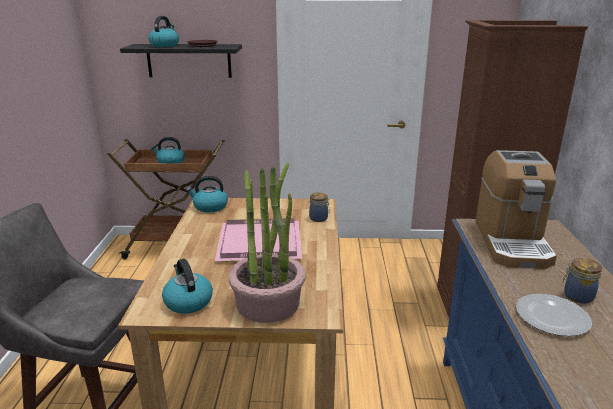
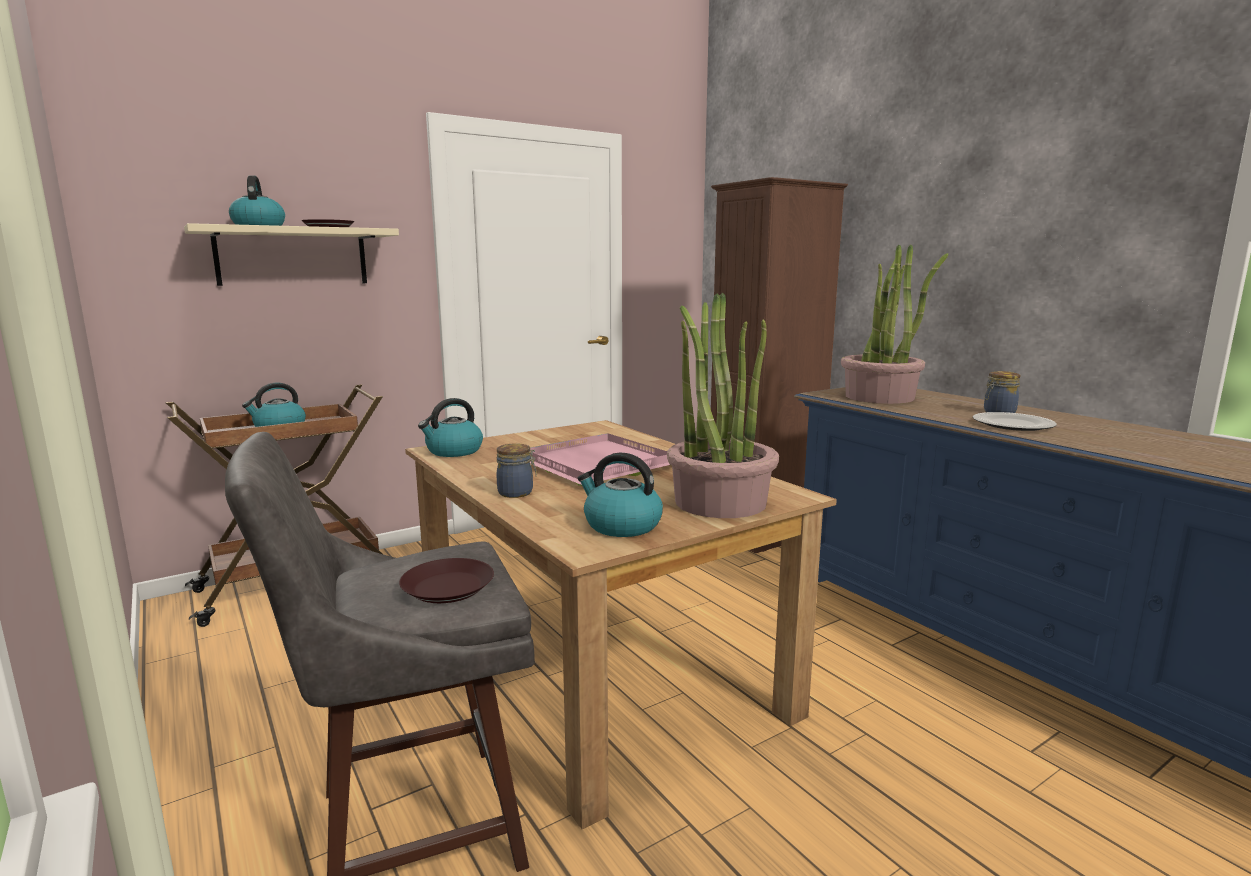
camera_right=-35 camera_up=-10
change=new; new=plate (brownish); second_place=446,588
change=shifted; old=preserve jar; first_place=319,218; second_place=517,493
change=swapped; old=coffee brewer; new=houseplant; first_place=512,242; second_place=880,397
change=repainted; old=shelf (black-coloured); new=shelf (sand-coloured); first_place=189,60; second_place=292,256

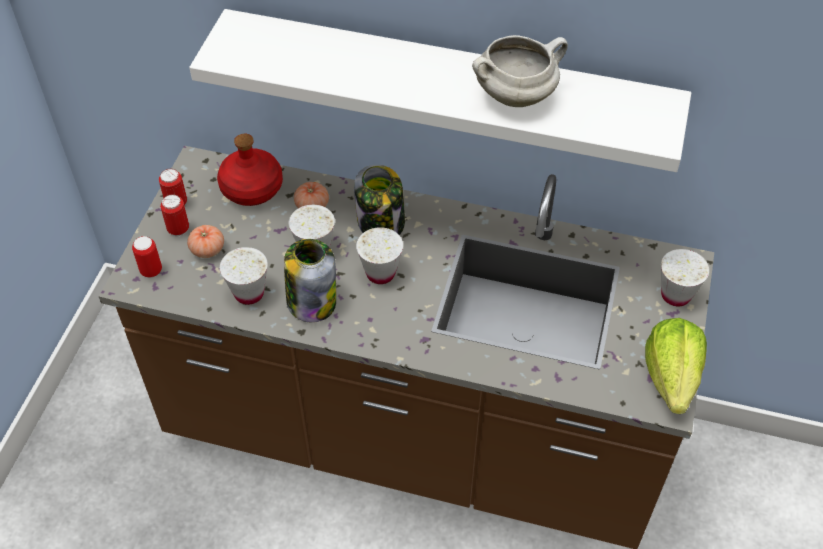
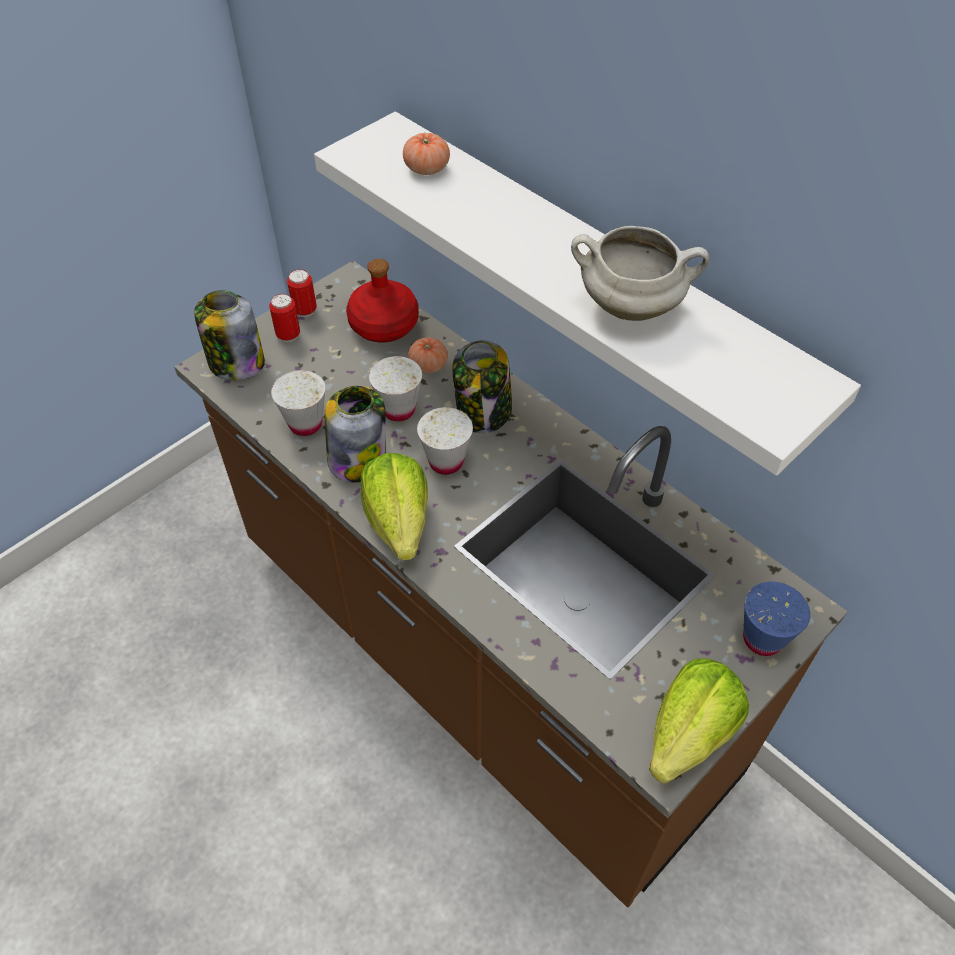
camera_right=30 camera_up=0
change=new; new=lettuce head; second_place=399,522
change=shifted; old=fresh tomato; first_place=207,249; second_place=427,168
change=swapped; old=sealed can; new=preserve jar; first_place=151,270; second_place=236,363
change=repainted; old=cup (white); new=cup (bluish); first_place=675,295; second_place=762,639

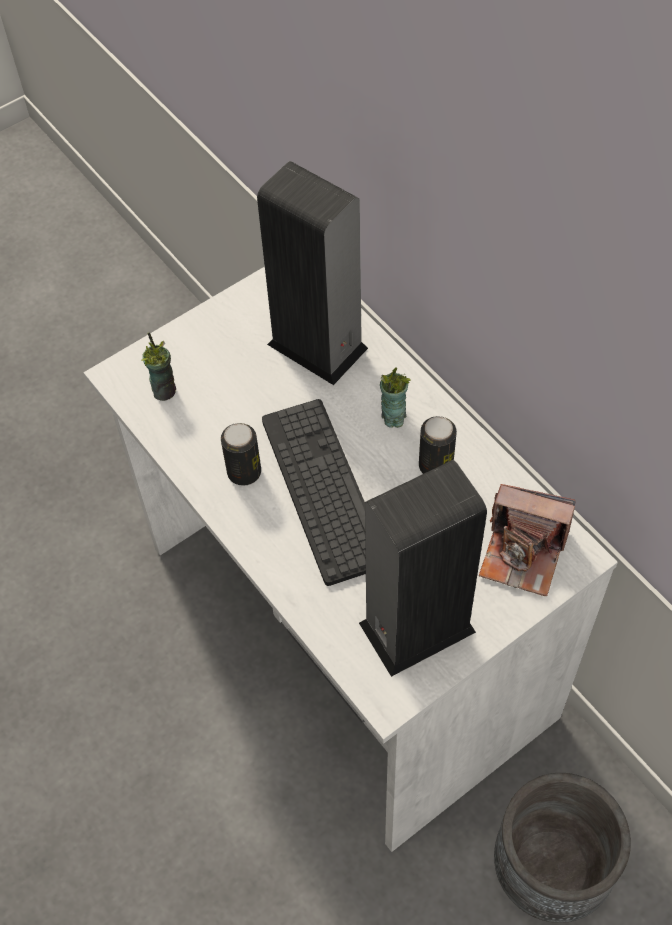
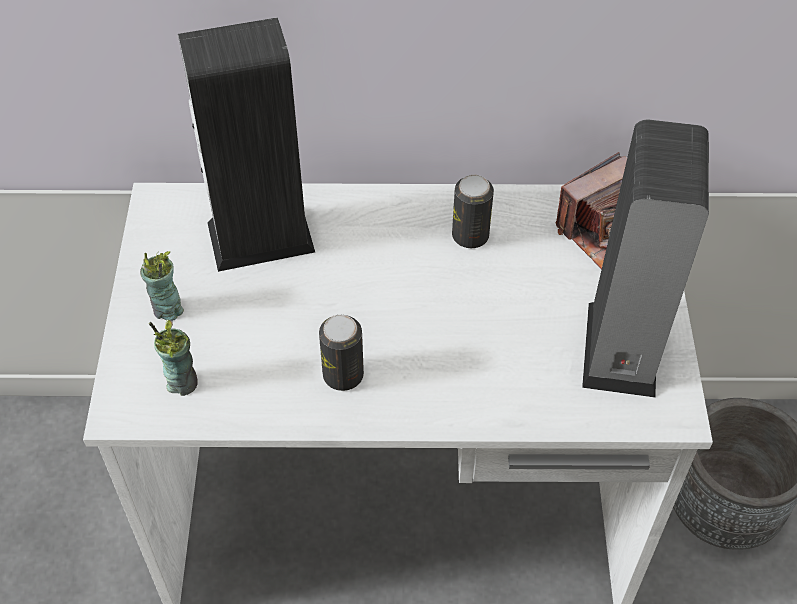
camera_right=-55 camera_up=-5
change=gone; old=PC keyboard; first_place=323,490
change=shifted; old=cup; first_place=393,417; second_place=167,310

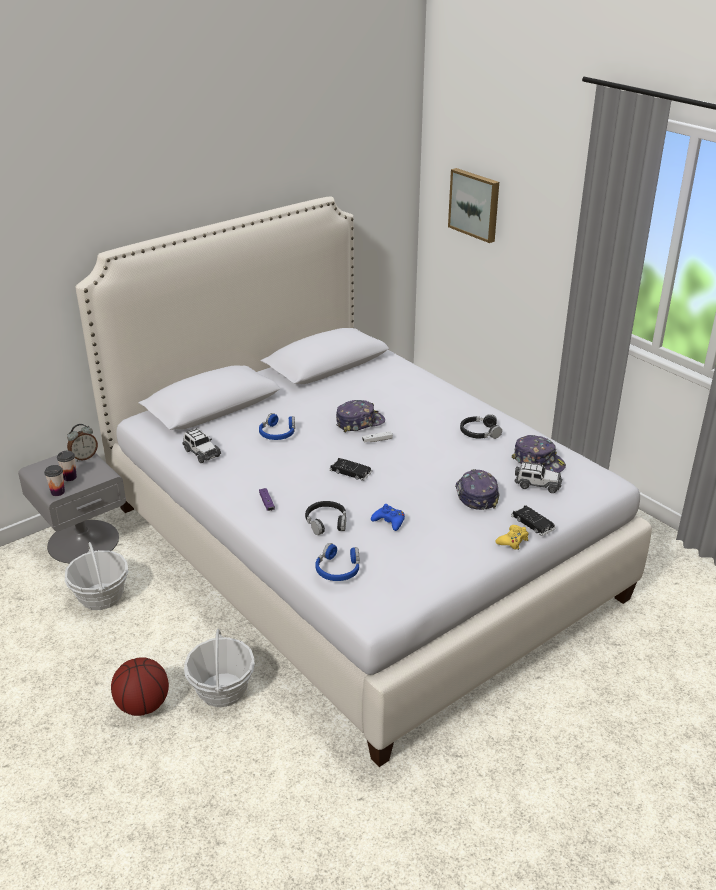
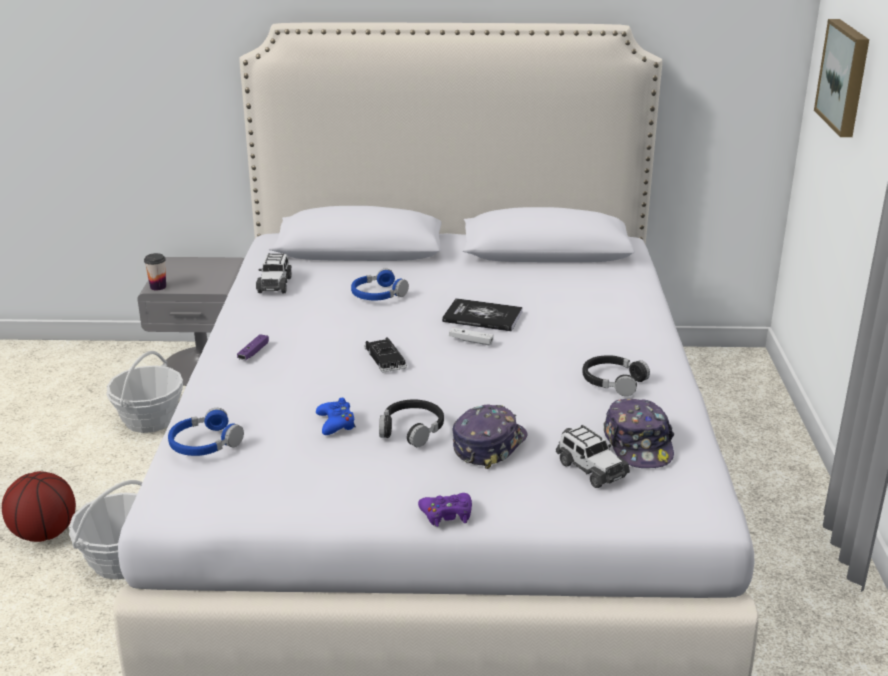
camera_right=40 camera_up=-5
change=gone; old=cup; first_place=70,477
change=gone; old=table clock; first_place=84,457
change=gone; old=toy car (black-coloured); first_place=532,523
change=shifted; old=headset (black-coloured); first_place=326,522; second_place=411,429
change=swapped; old=peaked cap; new=volume; first_place=359,422; second_place=482,317
change=repainted; old=gamepad (yellow-coloured); new=gamepad (purple); first_place=512,541; second_place=447,514

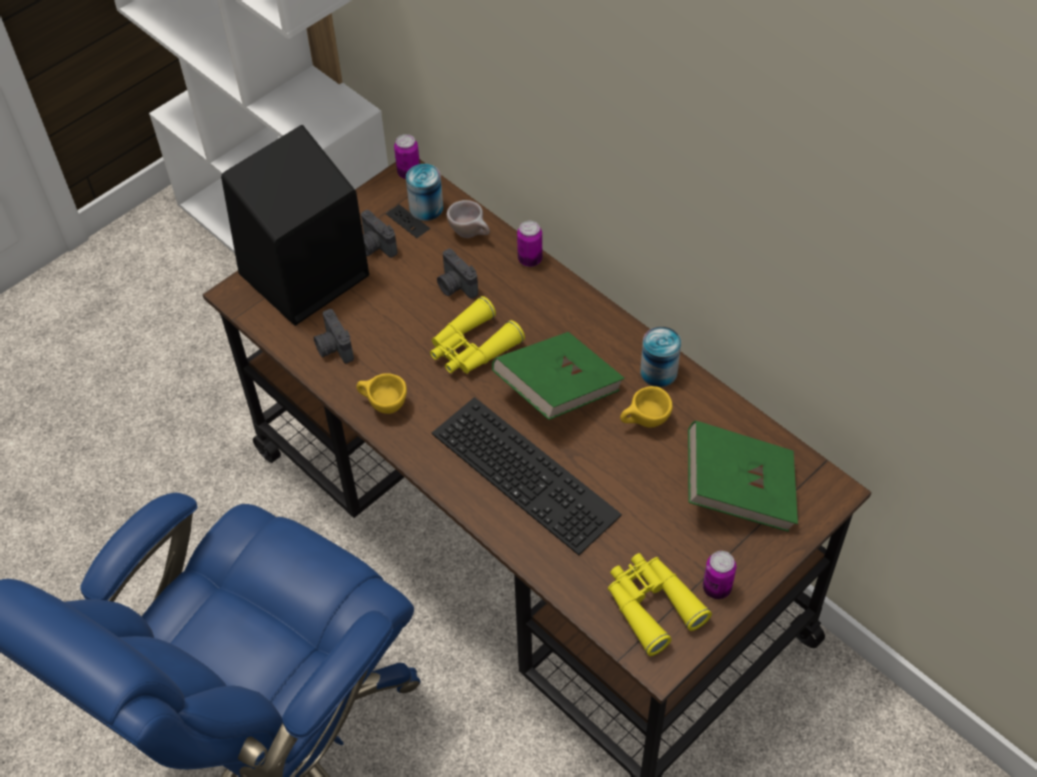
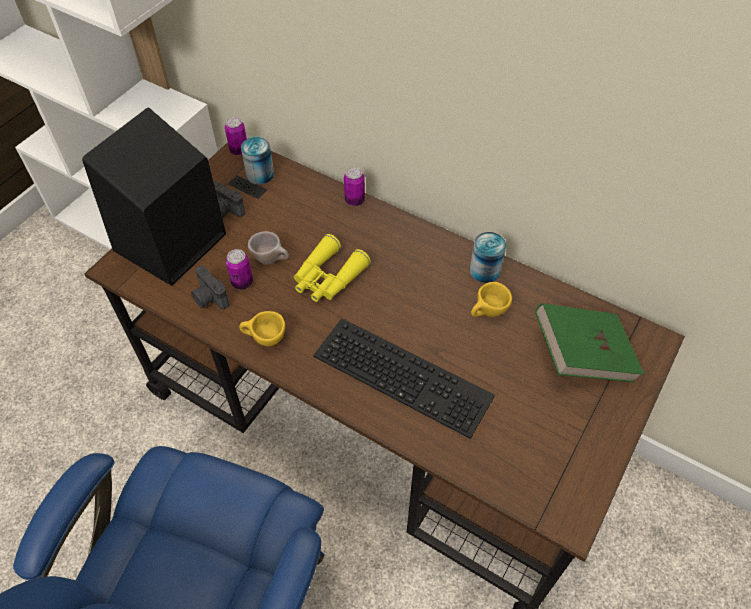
camera_right=-15 camera_up=0
change=gone; old=still camera; first_place=455,286
change=gone; old=volume (green-coloured); first_place=557,390
change=gone; old=field glasses (yellow-coloured); first_place=651,605
change=shifted; old=cup (sand-coloured); first_place=471,234; second_place=272,260
change=shifted; old=sealed can; first_place=716,588; second_place=242,282

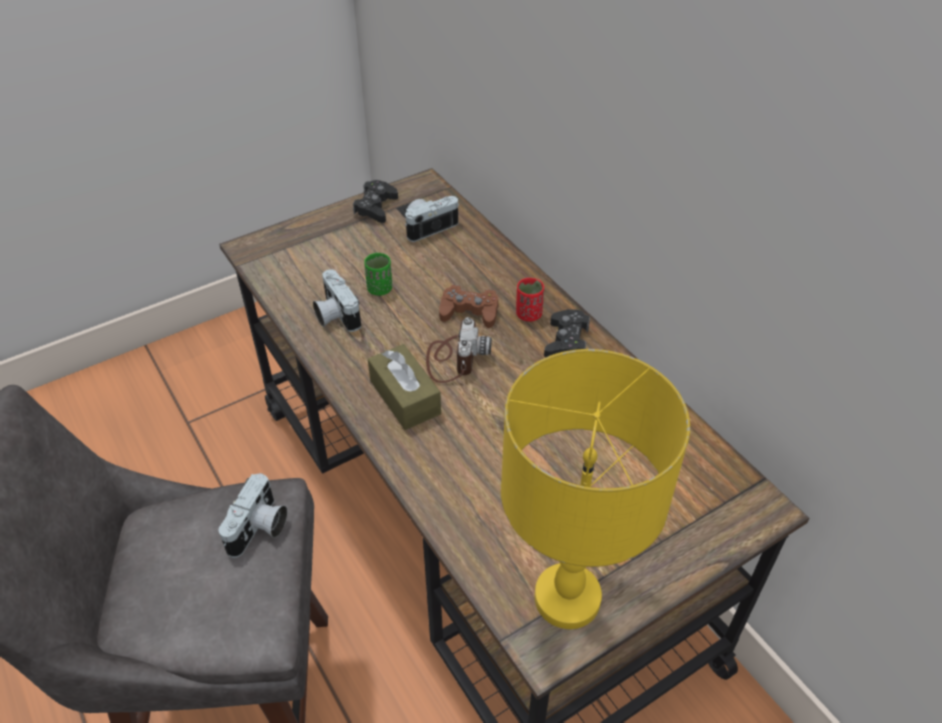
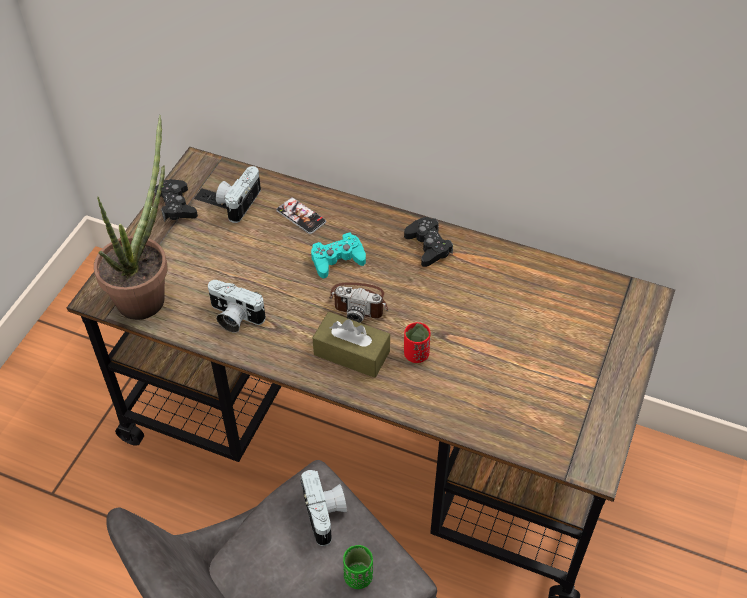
camera_right=-35 camera_up=5
change=gone; old=lamp for a table (yellow-coloured); first_place=567,599
change=new; new=houseplant; second_place=147,293
change=new; new=telephone; second_place=301,216
change=shifted; old=cup (green-coloured); first_place=380,289; second_place=358,576
change=shifted; old=cup (reddish); first_place=528,314; second_place=416,354
change=repainted; old=gamepad (brownish); new=gamepad (blue-green); first_place=469,312; second_place=337,259
change=rotated; old=still camera; first_place=454,358; second_place=360,303; degrees=135

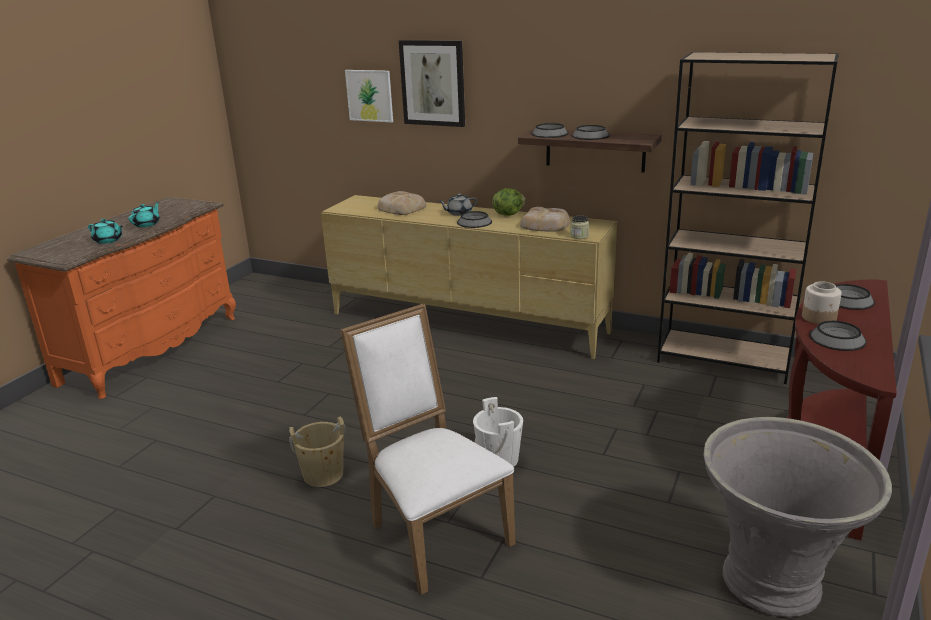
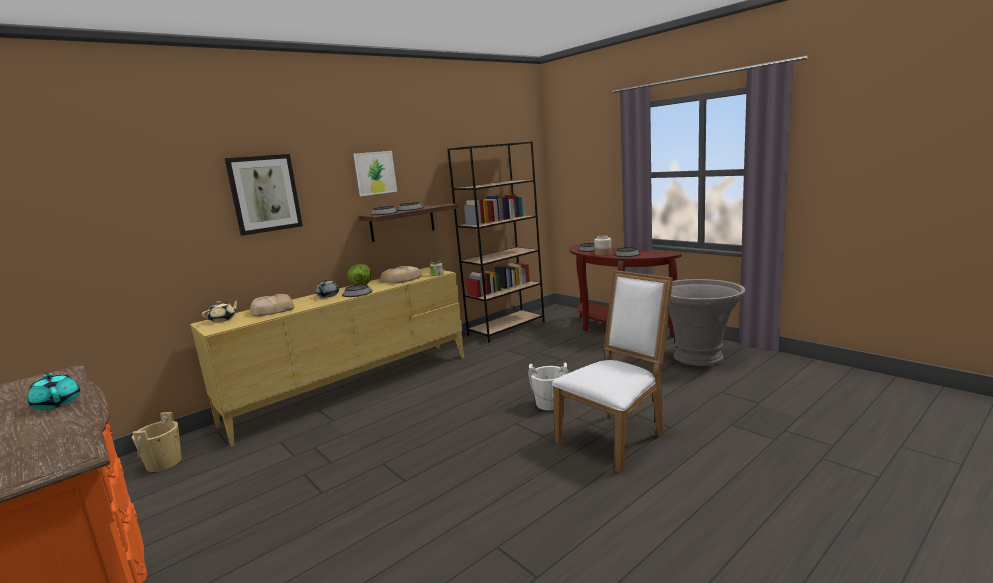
camera_right=-65 camera_up=-10
change=gone; old=pot for tea (blue-green); first_place=108,240
change=new; new=pot for tea (sand-coloured); second_place=223,319
change=shifted; old=water bucket (sand-coloured); first_place=323,475; second_place=164,463
change=shifted; old=picture; first_place=369,95; second_place=375,173
change=rotated; old=upright chair (white); first_place=433,532; second_place=616,437; degrees=150

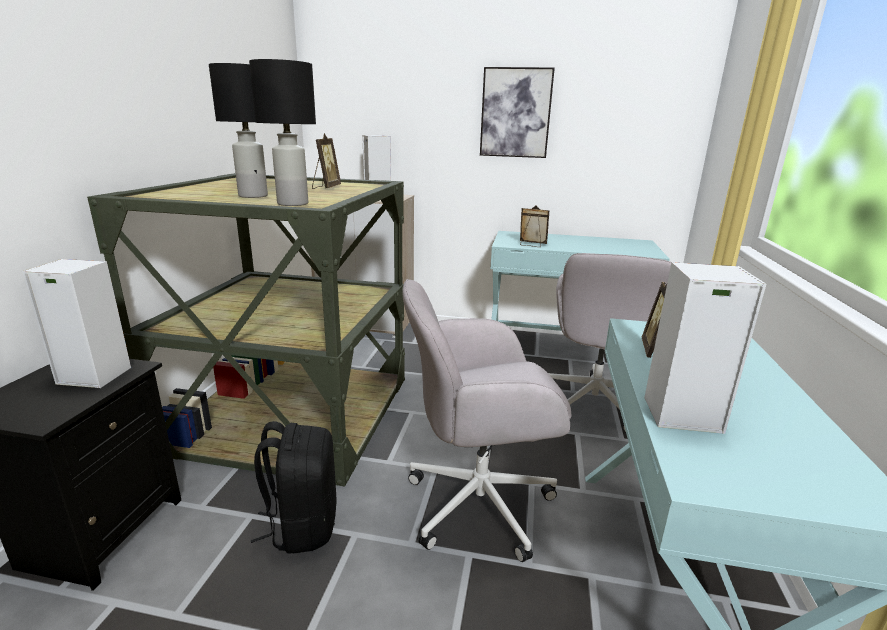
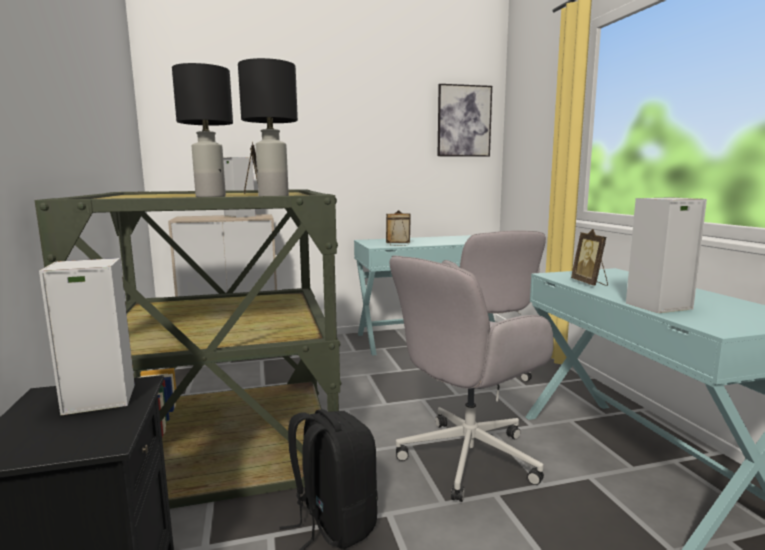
camera_right=-25 camera_up=-10
change=shifted; old=picture; first_place=515,113; second_place=464,121

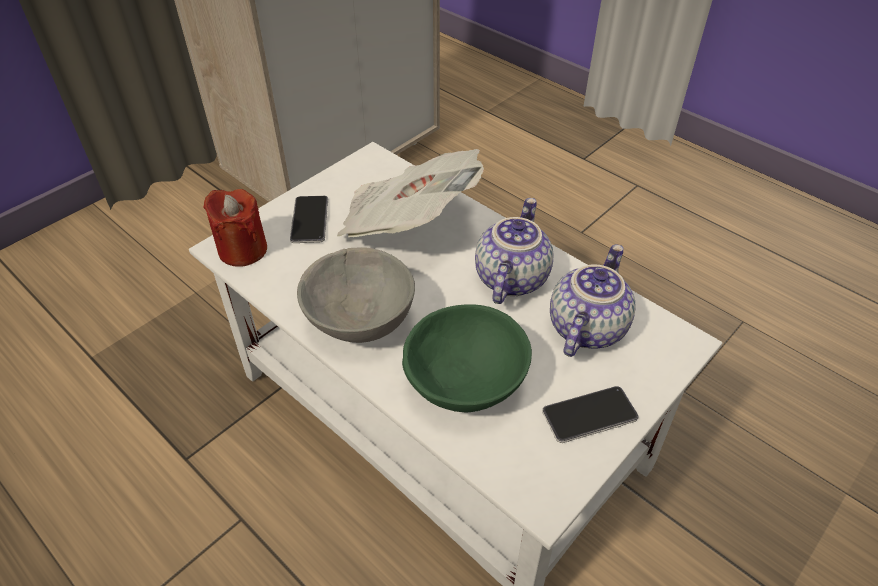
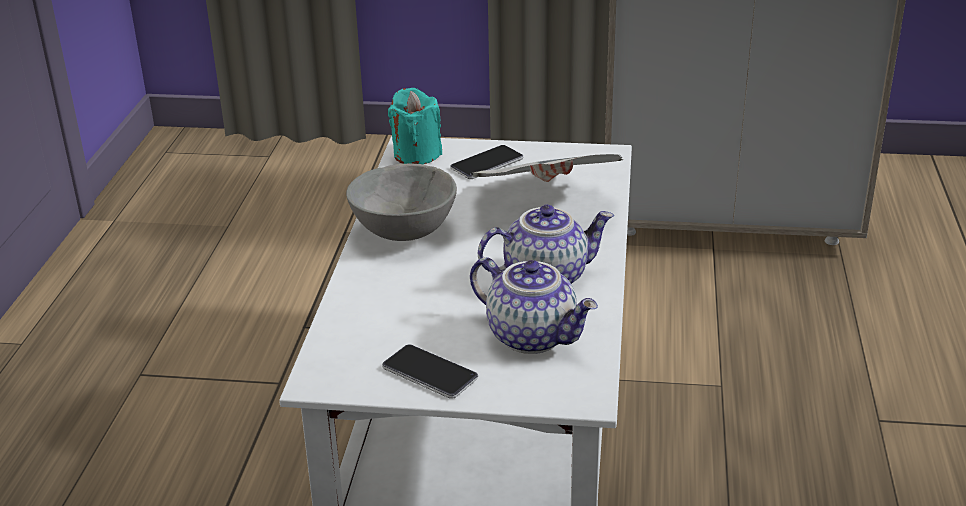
camera_right=55 camera_up=-15
change=gone; old=deep dish (green-coloured); first_place=466,386
change=repainted; old=candle (reddish); new=candle (blue-green); first_place=243,250; second_place=416,154
change=rotated; old=pot for tea; first_place=585,327; second_place=534,336; degrees=45

